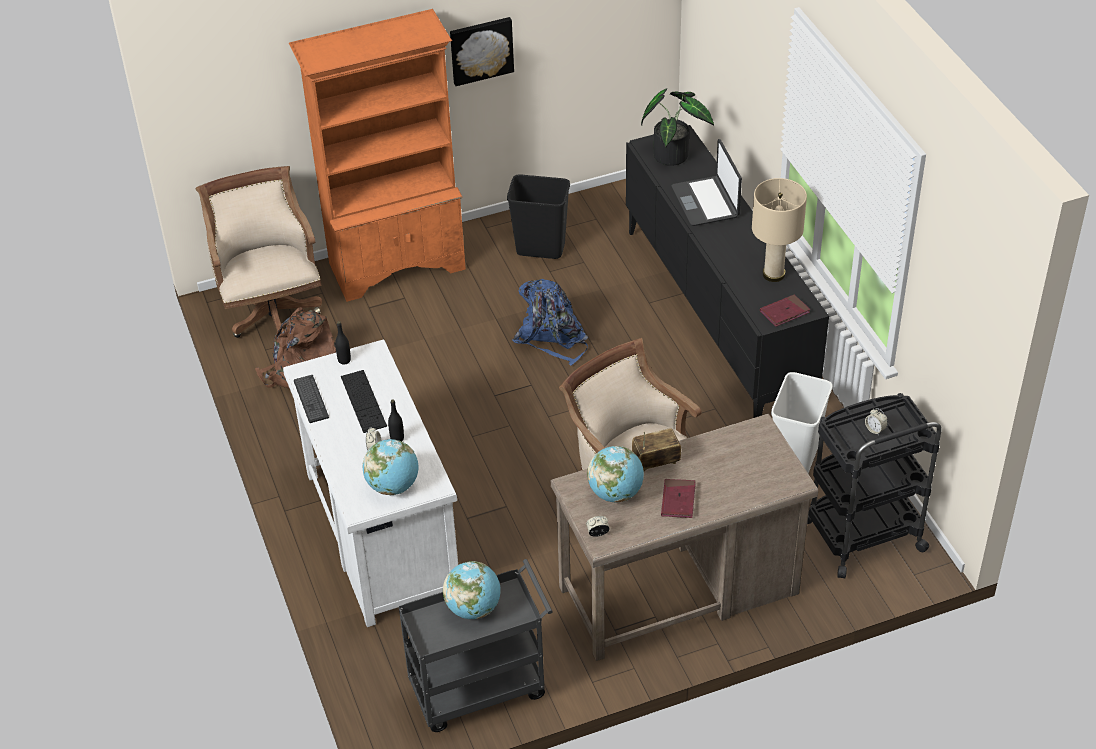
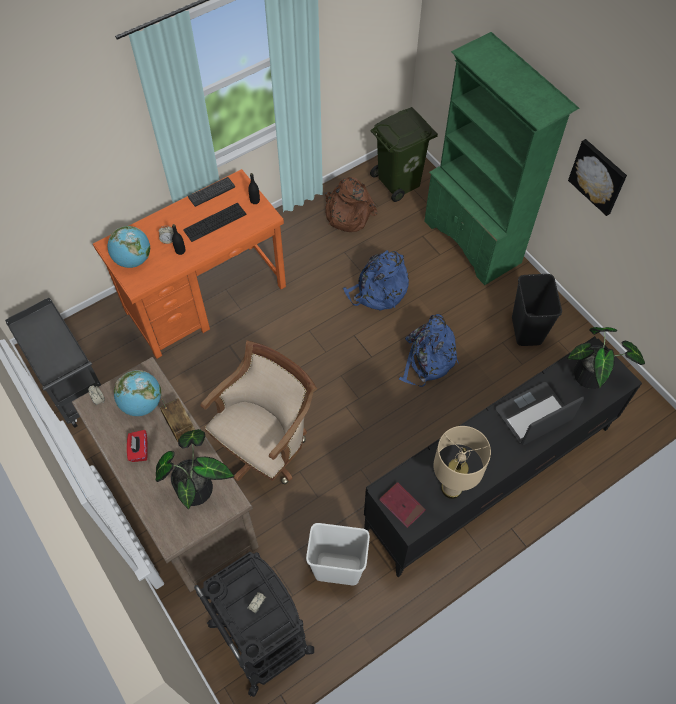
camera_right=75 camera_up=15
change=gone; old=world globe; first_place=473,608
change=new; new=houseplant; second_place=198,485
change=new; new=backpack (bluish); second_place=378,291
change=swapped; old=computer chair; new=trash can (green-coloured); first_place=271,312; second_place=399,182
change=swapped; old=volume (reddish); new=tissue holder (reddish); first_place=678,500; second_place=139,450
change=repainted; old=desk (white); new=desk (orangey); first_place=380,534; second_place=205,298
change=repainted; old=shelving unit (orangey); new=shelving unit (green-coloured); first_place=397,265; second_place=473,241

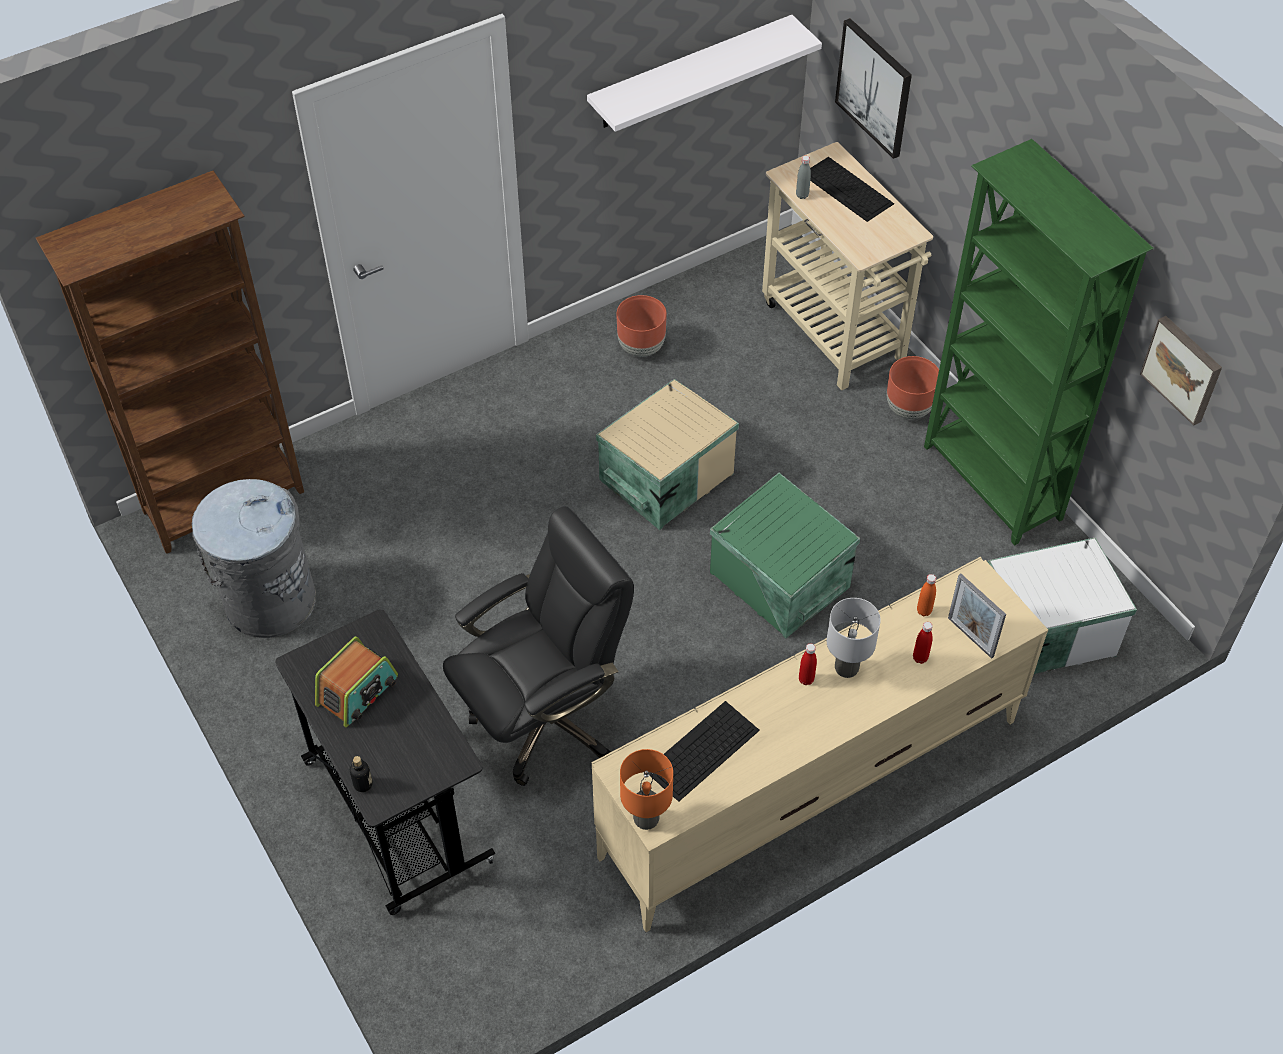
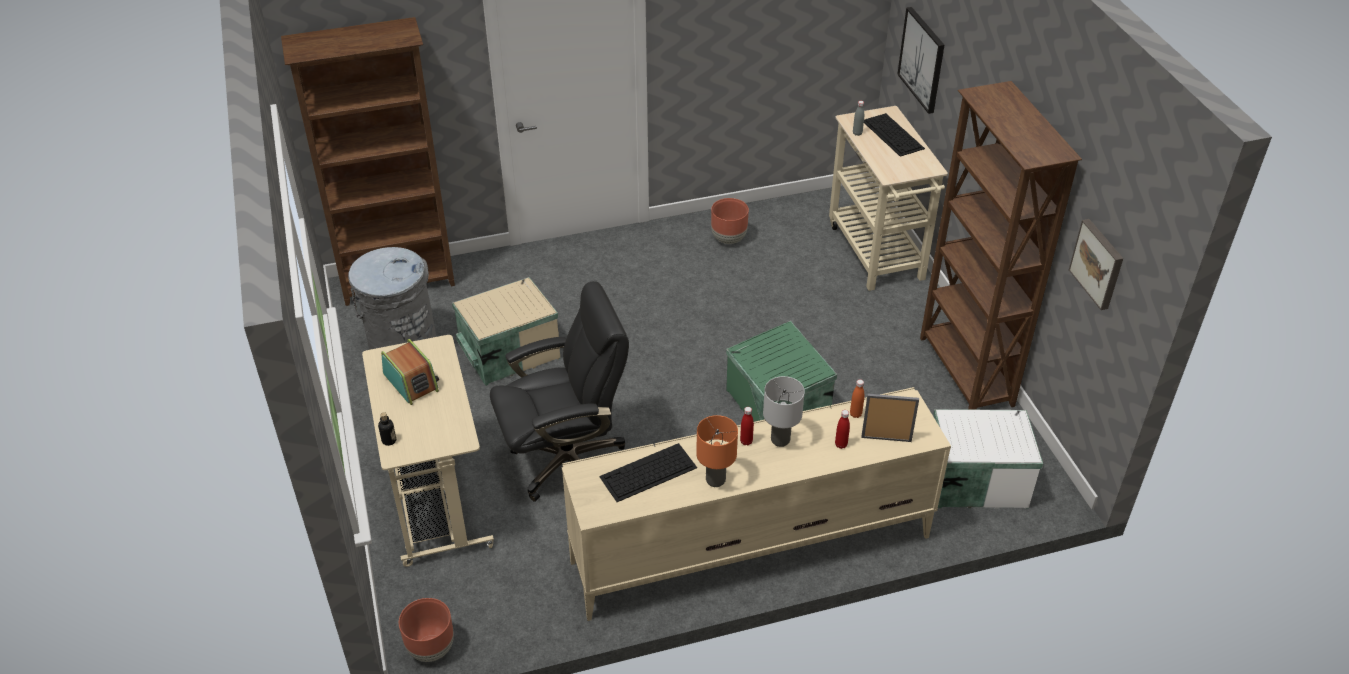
camera_right=15 camera_up=-10
change=gone; old=shelf (white); first_place=691,73
change=shifted; old=storage box (sand-coloured); first_place=664,476; second_place=508,350
change=shifted; old=lamp for a table (orangey); first_place=646,818; second_place=716,480
change=shifted; old=plant pot (brownish); first_place=908,409; second_place=430,648
change=repainted; old=desk (black-coloured); new=desk (sand-coloured); first_place=397,811; second_place=437,499
change=repainted; old=shelving unit (green-coloured); new=shelving unit (brownish); first_place=991,484; second_place=965,372
change=rotated; old=radio receiver; first_place=358,691; second_place=411,382; degrees=-90
change=rotated; old=standing frame; first_place=970,637; second_place=886,438; degrees=120

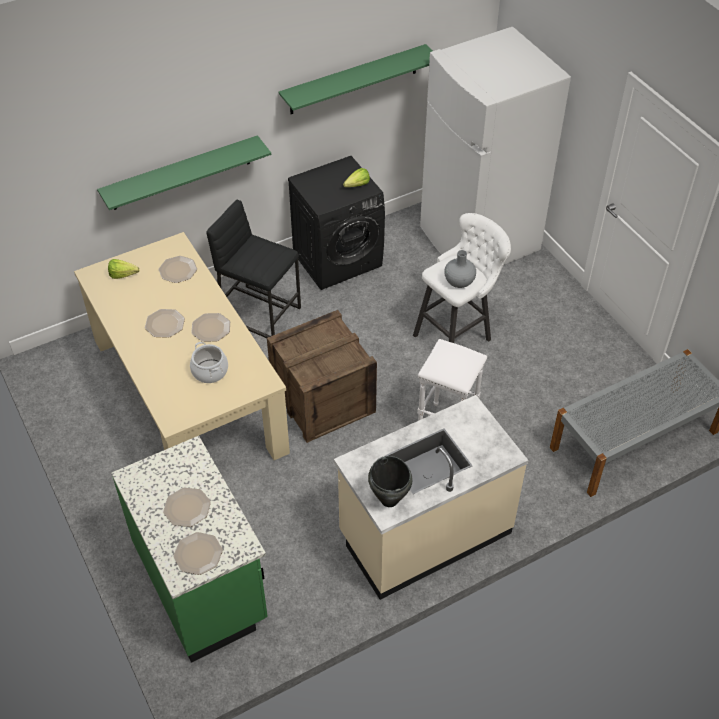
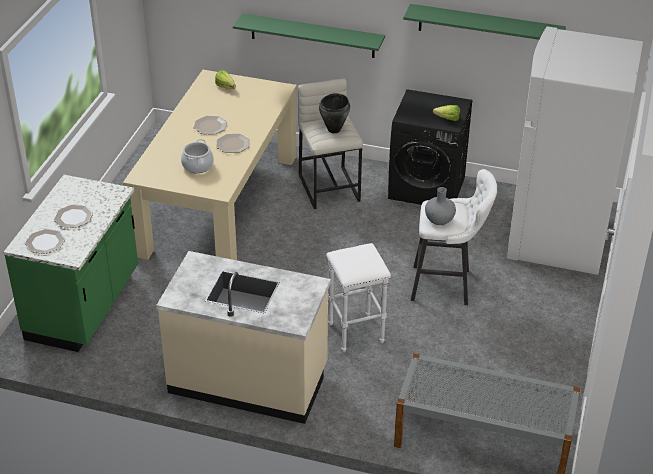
camera_right=45 camera_up=-10
change=gone; old=plate; first_place=178,270
change=gone; old=crate; first_place=322,400
change=shifted; old=saucepot (black-coloured); first_place=389,499; second_place=334,129
change=repainted; old=stool (black-coloured); new=stool (sand-coloured); first_place=260,312; second_place=329,187

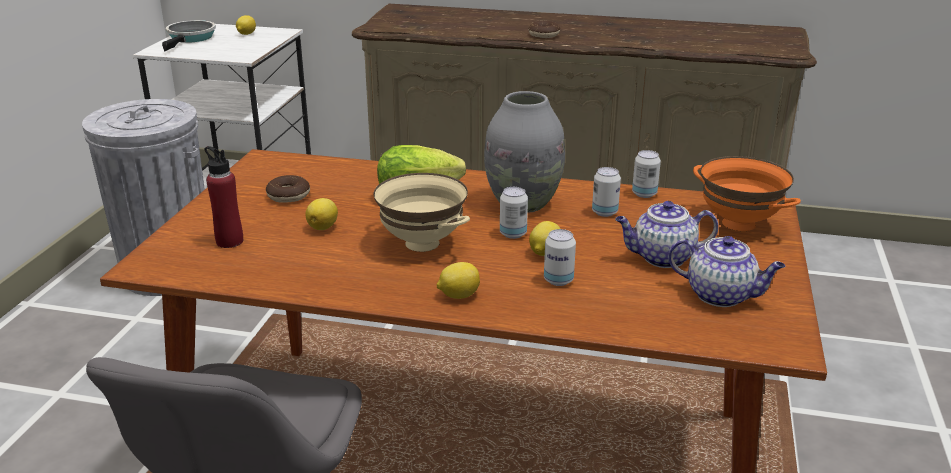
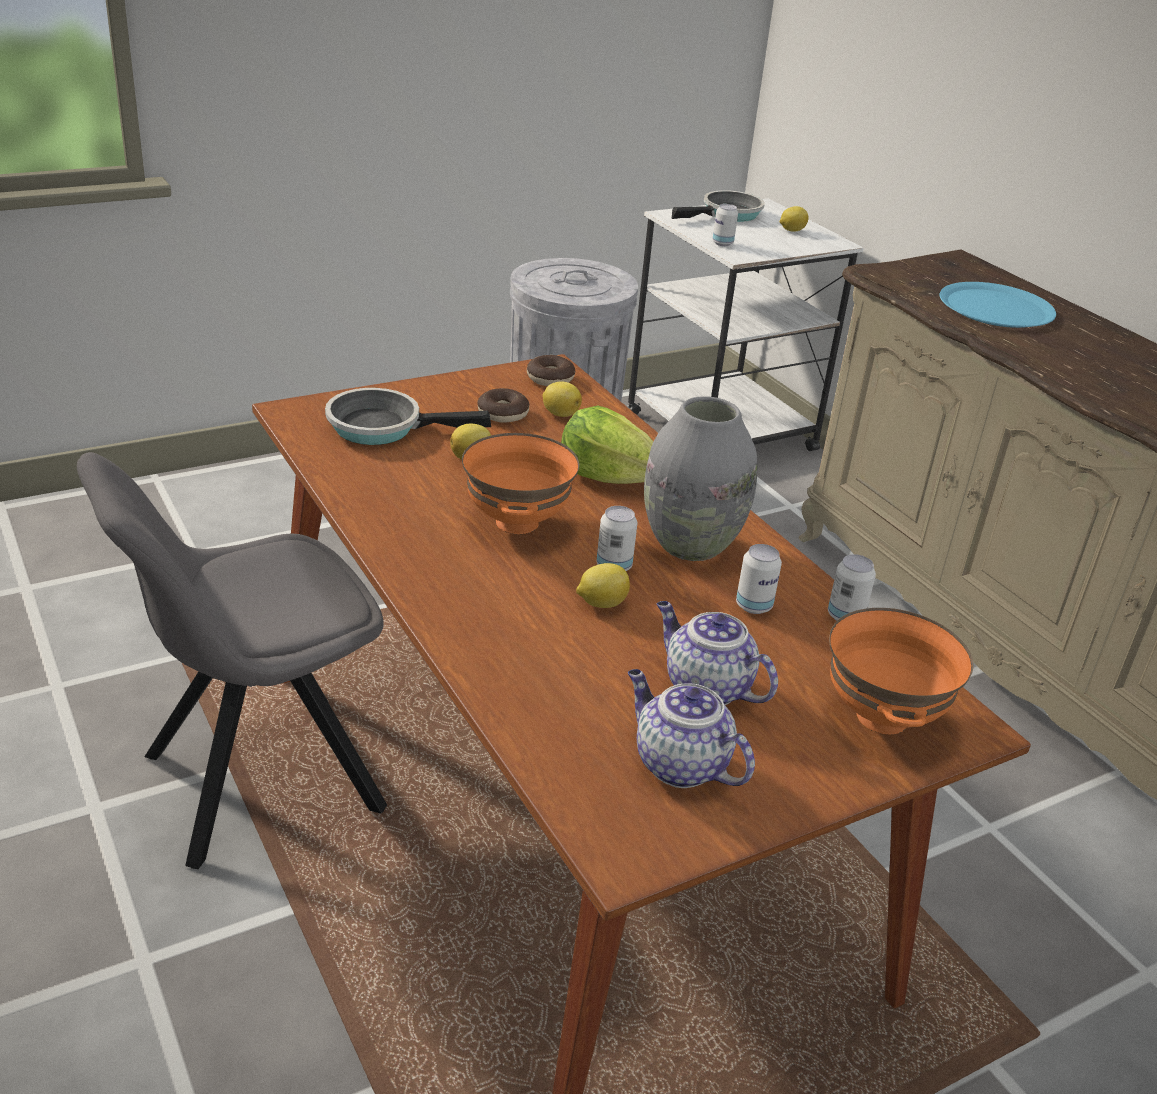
camera_right=45 camera_up=5
change=new; new=plate (bluish); second_place=995,308
change=shifted; old=lemon; first_place=458,295; second_place=560,414
change=shifted; old=doughnut; first_place=543,35; second_place=550,378
change=shifted; old=sealed can; first_place=558,280; second_place=722,243
change=swapped; old=beverage bottle (reddish); new=frying pan; first_place=229,241; second_place=382,427
change=repainted; old=deep dish (sand-coloured); new=deep dish (orangey); first_place=421,244; second_place=515,522
change=rotated; old=pot for tea; first_place=721,295; second_place=678,764; degrees=150

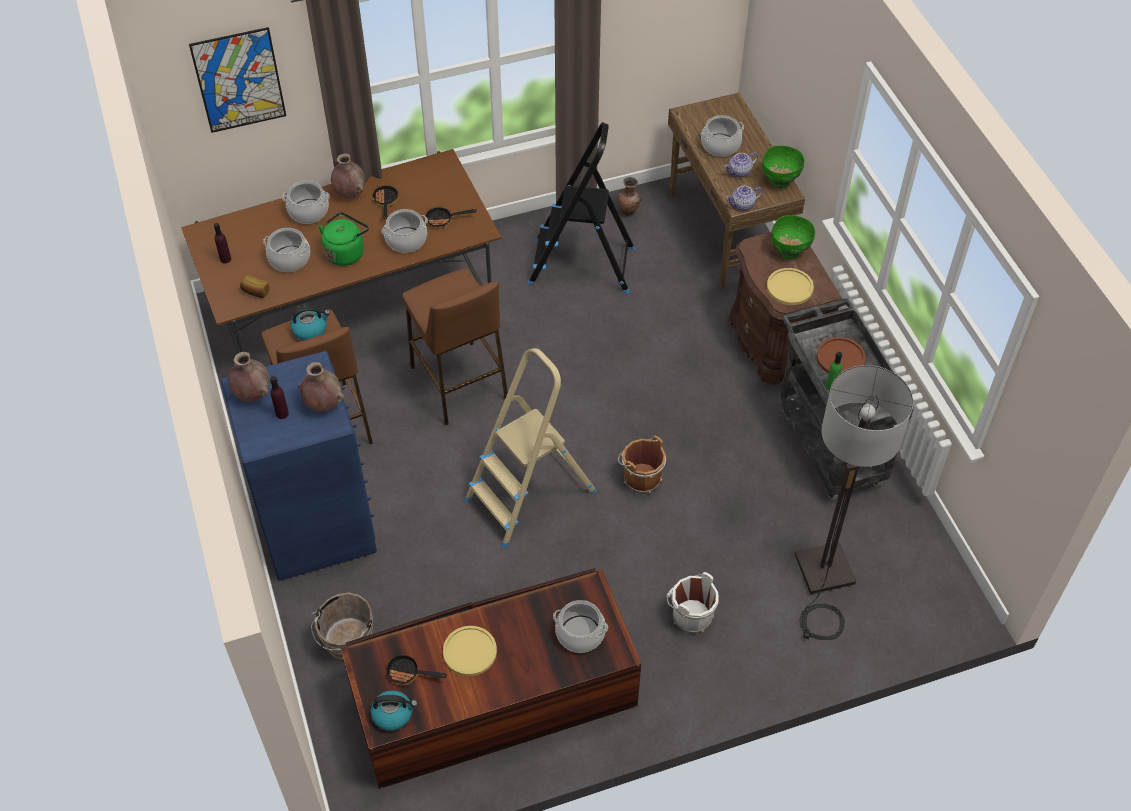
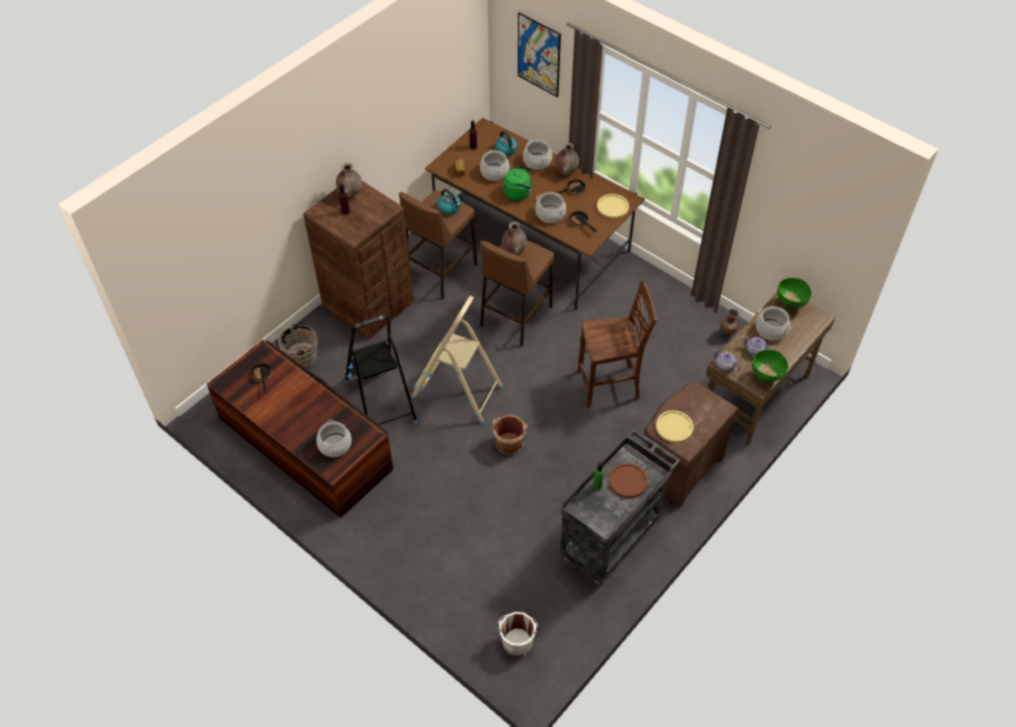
camera_right=60 camera_up=0
change=gone; old=standing lamp; first_place=823,585
change=new; new=upright chair (brownish); second_place=610,386
change=shifted; old=flower vase (brownish); first_place=323,405; second_place=514,251
change=shifted; old=water kettle; first_place=393,714; second_place=506,150
change=shifted; old=plate (yellow-coloured); first_place=470,651; second_place=612,207
change=shifted; old=step stool (black-coloured); first_place=580,265; second_place=380,399
change=shifted; old=water bucket (white); first_place=690,616; second_place=517,640
change=shifted; old=deep dish (green-coloured); first_place=789,252; second_place=789,305
change=repainted; old=drawer chest (bluish); new=drawer chest (brownish); first_place=317,526; second_place=369,304

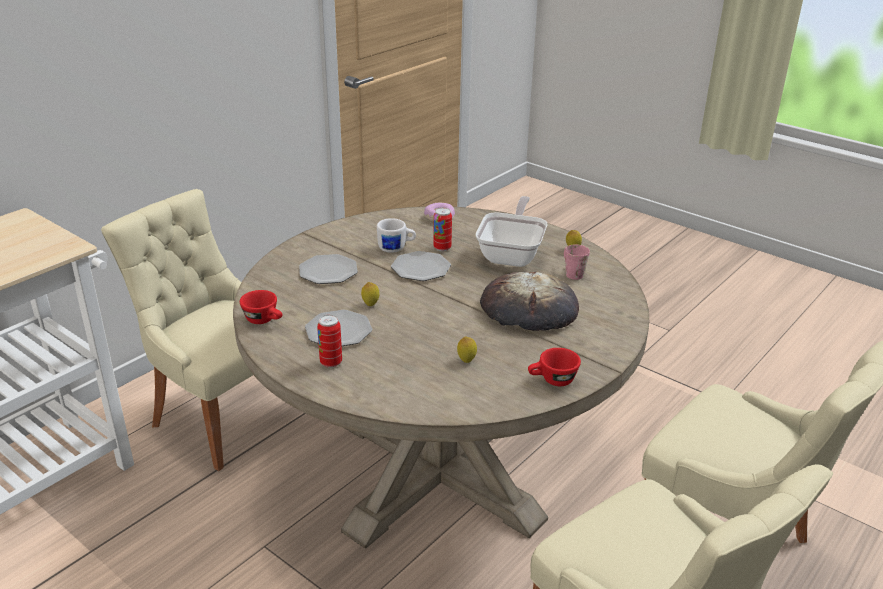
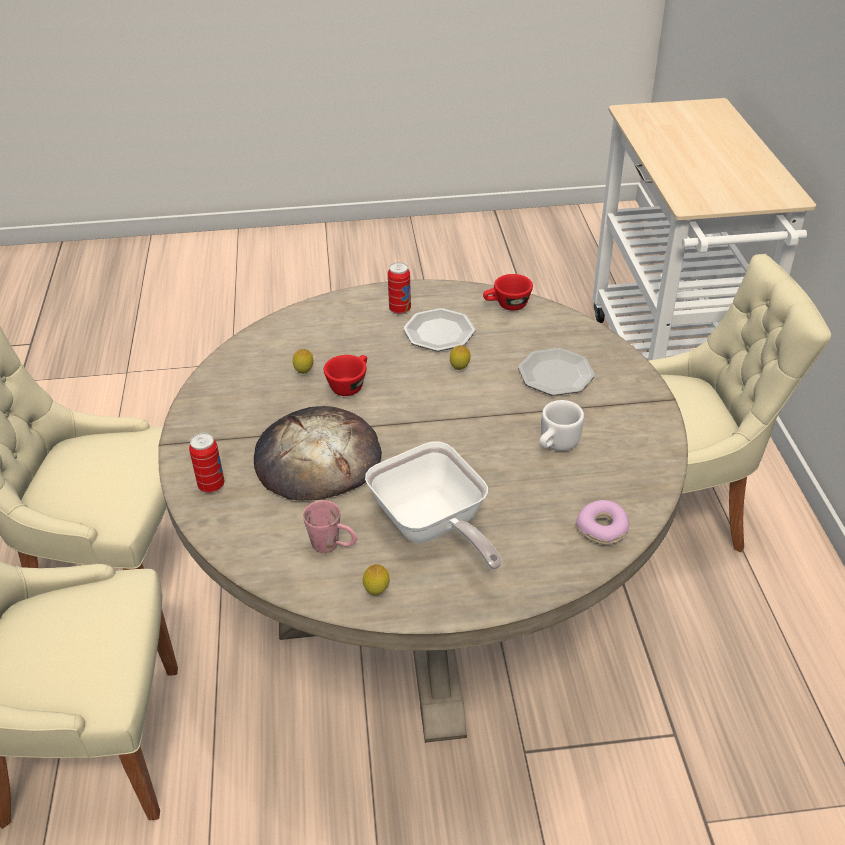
camera_right=135 camera_up=10
change=gone; old=plate; first_place=421,269
change=shifted; old=sealed can; first_place=442,248; second_place=211,485
change=shifted; old=cup (reddish); first_place=552,380; second_place=349,385

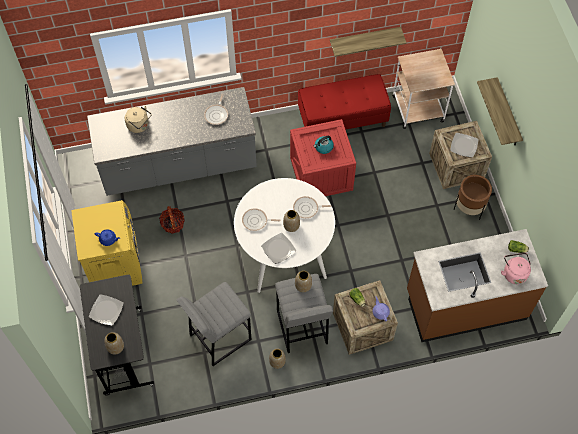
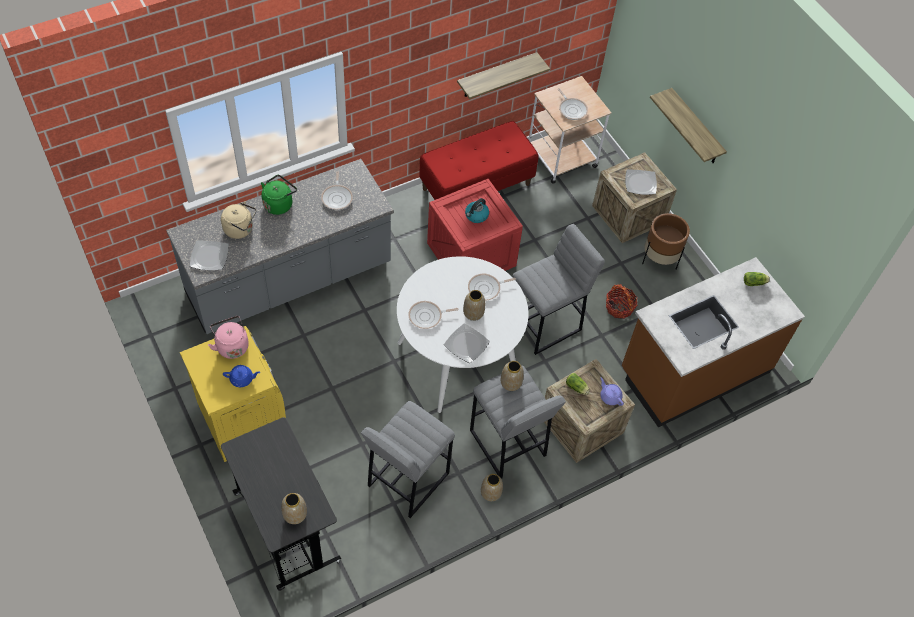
camera_right=-20 camera_up=-5
change=new; new=water kettle (green-coloured); second_place=279,204
change=new; new=stool (grey); second_place=546,323
change=new; new=frying pan; second_place=572,109
change=shifted; old=plate; first_place=106,311; second_place=209,257
change=shifted; old=basket; first_place=173,224; second_place=619,307
change=shifted; old=water kettle (pink); first_place=514,273; second_place=231,345

